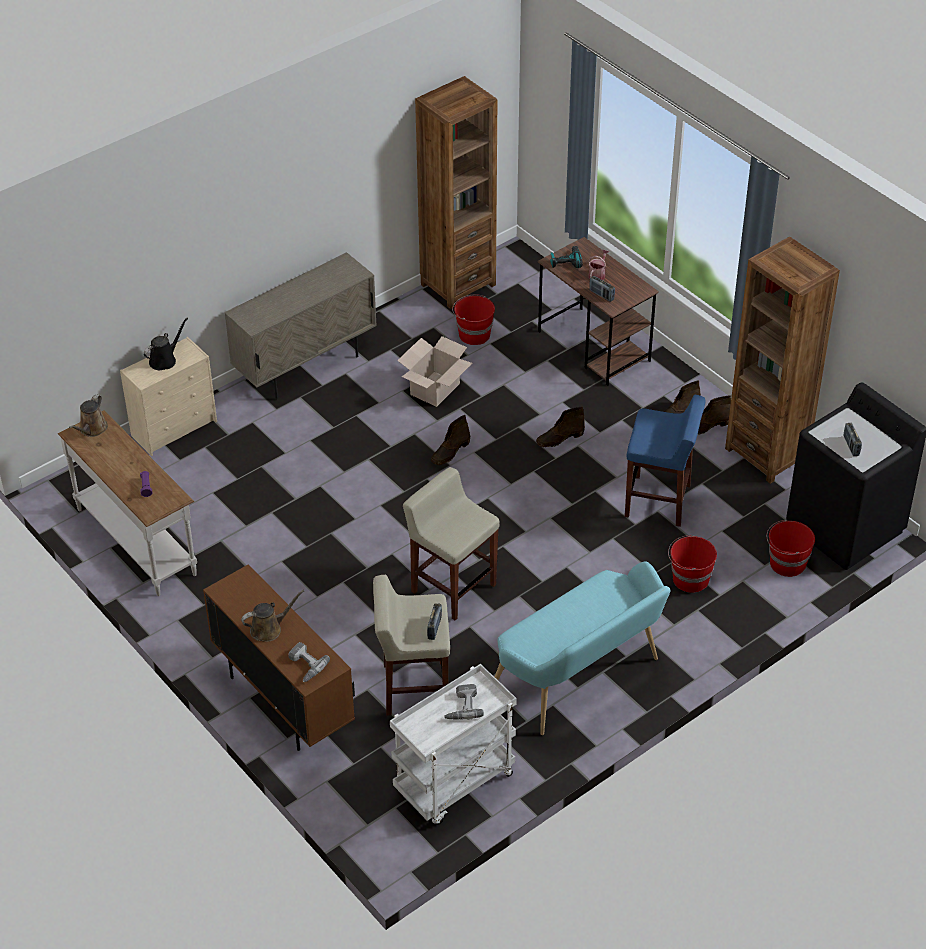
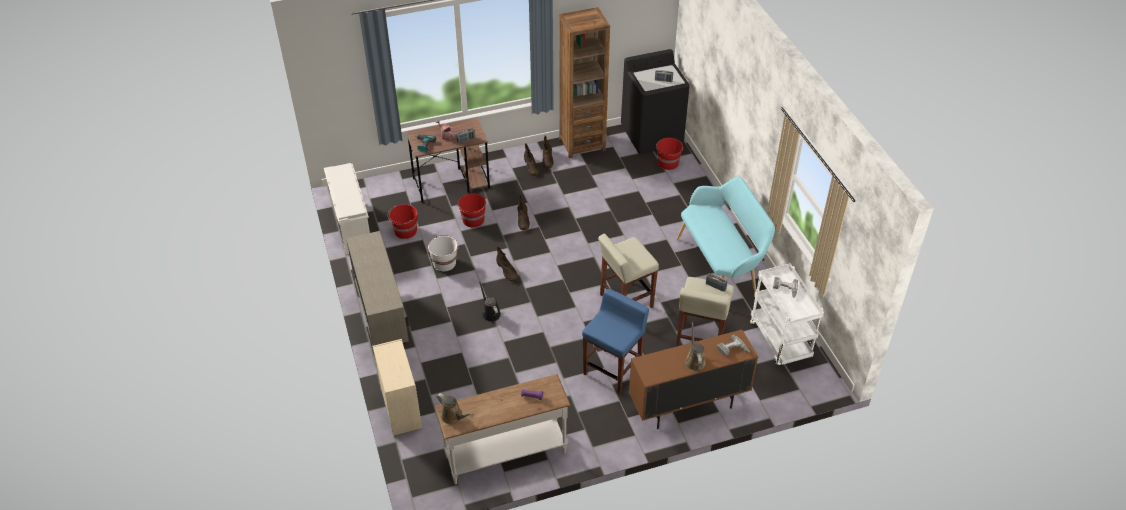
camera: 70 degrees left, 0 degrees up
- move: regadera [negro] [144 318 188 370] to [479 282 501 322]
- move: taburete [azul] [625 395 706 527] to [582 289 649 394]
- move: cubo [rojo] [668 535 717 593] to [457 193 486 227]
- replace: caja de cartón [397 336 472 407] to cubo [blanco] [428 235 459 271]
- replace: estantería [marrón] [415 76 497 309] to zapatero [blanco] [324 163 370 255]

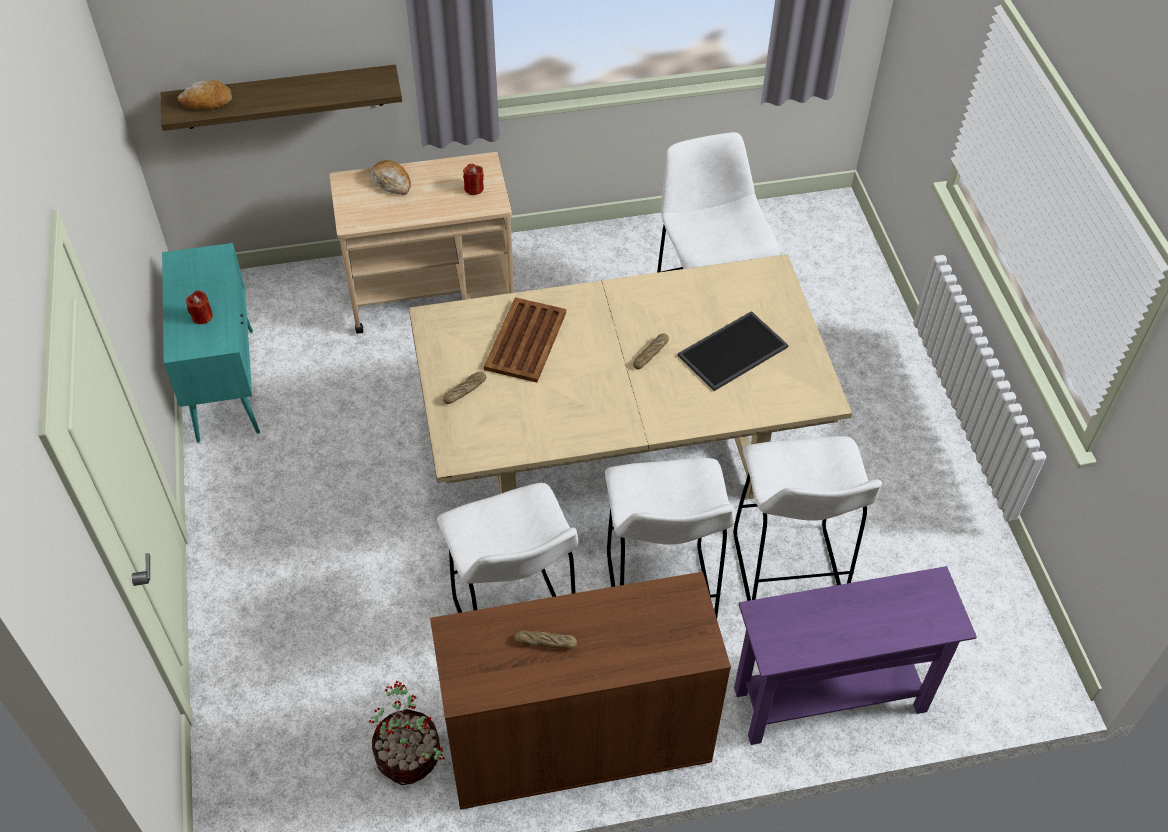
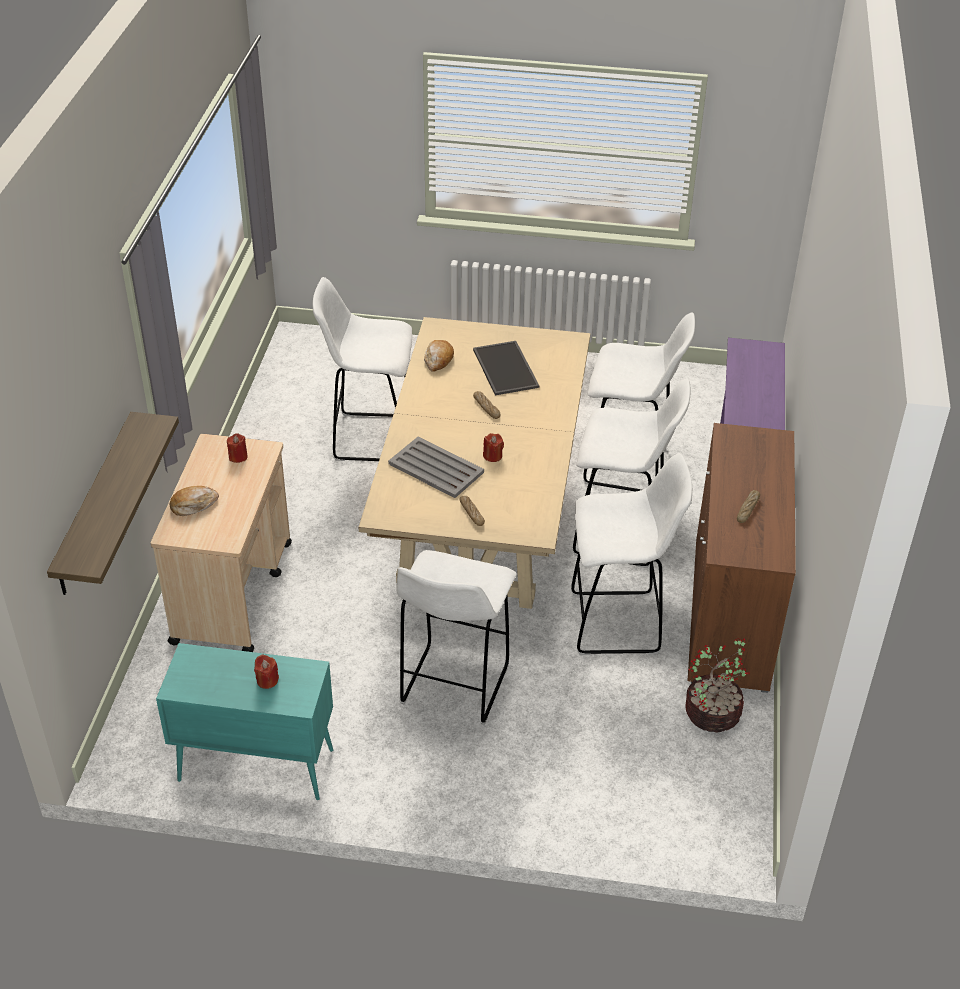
camera: 70 degrees left, 10 degrees down
- insert: taburete [blanco] [396 550 517 725]
- insert: vela [rojo] [483 433 504 462]
- move: pan [178 80 232 110] to [424 340 454 372]
- recolor: bandeja [marrón] [484 297 566 382] to bandeja [gris] [388 436 484 498]

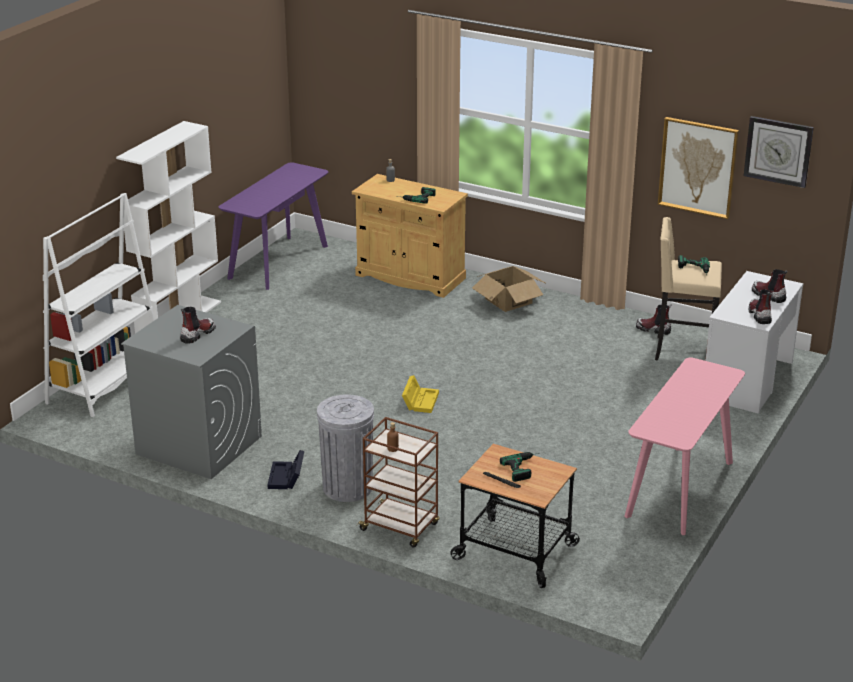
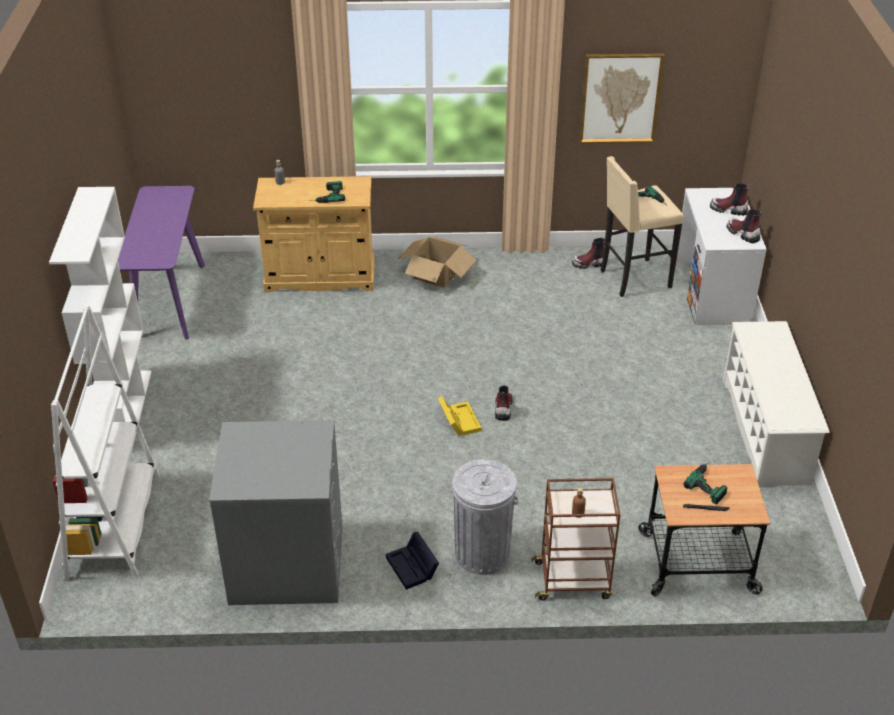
camera: 30 degrees left, 10 degrees up
- delete: reloj de pared [744 116 814 188]
- move: bota [180 307 216 344] to [495 386 513 421]
- replace: mesa consola [rosa] [624 358 745 535] to zapatero [blanco] [723 321 829 486]

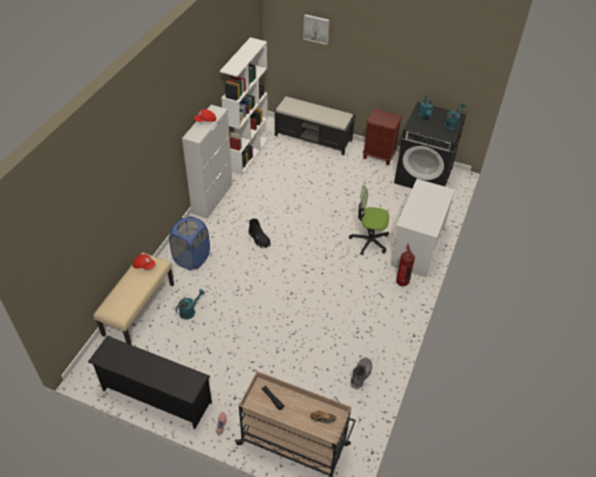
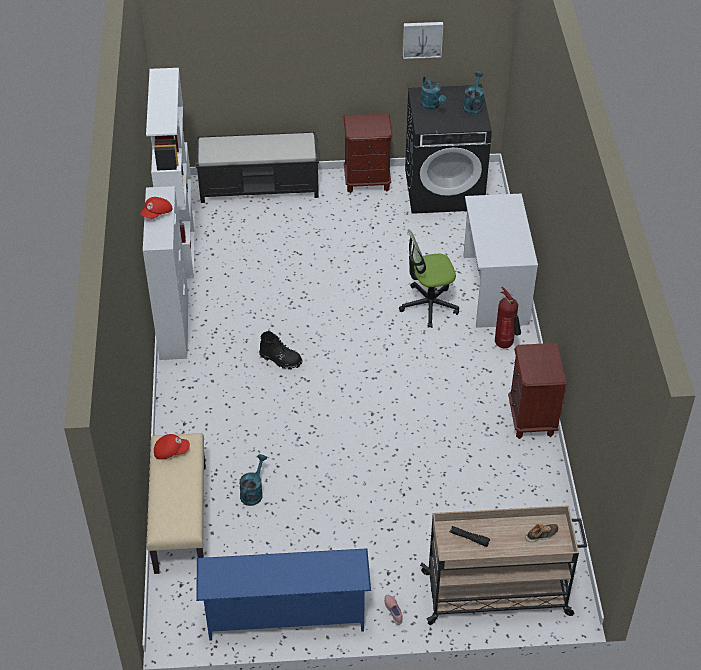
camera: 25 degrees left, 0 degrees up
- delete: cesto de la ropa [azul] [169 216 210 271]
- delete: bota [gris] [350 358 372 389]
- insert: mesita de noche [marrón] [508 343 566 439]
- move: cuadro [303 14 330 45] to [403 22 443 59]
- recolor: zapatero [negro] [88 336 212 429] to zapatero [azul] [196 548 371 641]

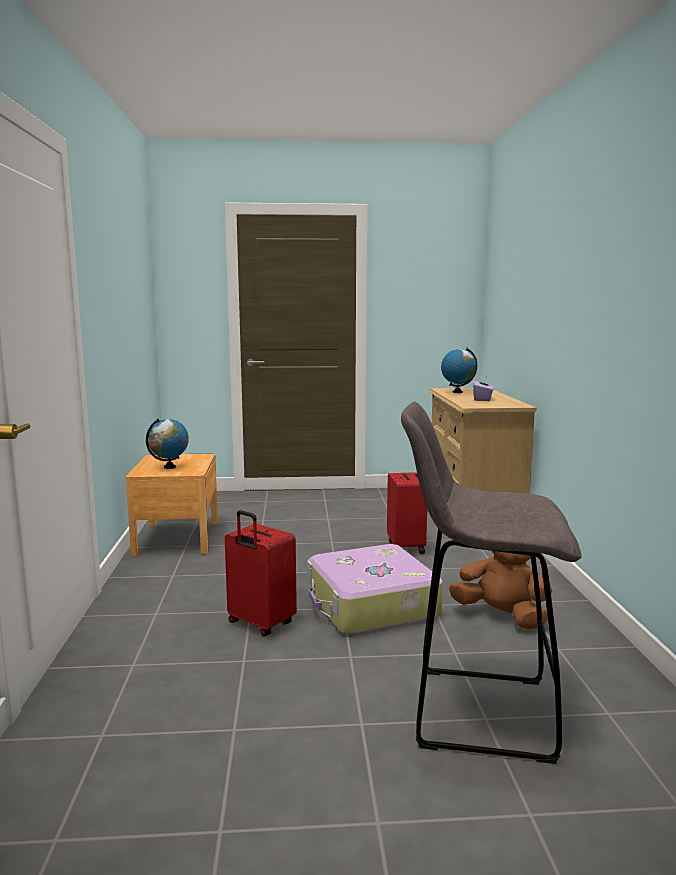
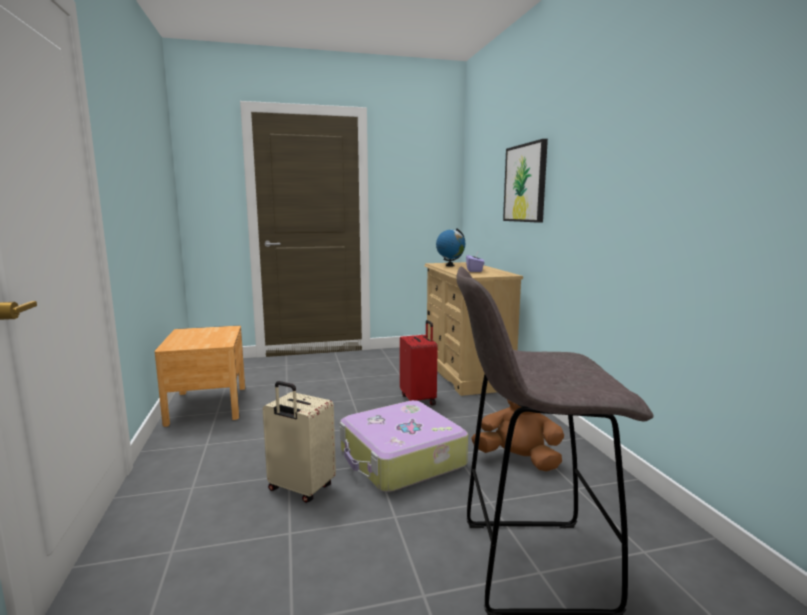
camera: 10 degrees left, 0 degrees up
- delete: globo terráqueo [146 419 189 469]
- insert: cuadro [503 139 548 223]
- recolor: maleta [rojo] [225 510 297 636] to maleta [beis] [263 381 336 503]

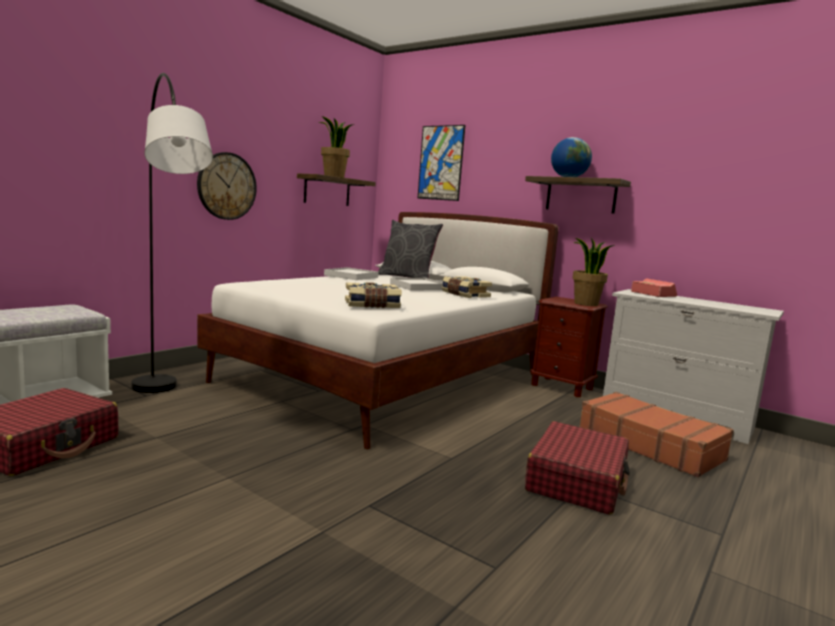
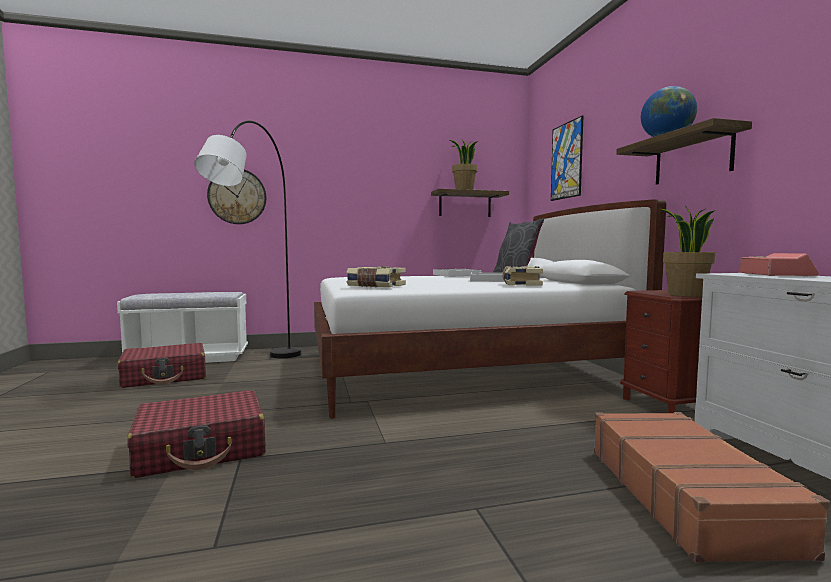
camera: 40 degrees right, 5 degrees down
- move: reloj de pared [197 152 257 220] to [207 170 266 224]
- move: maleta [rojo] [525 421 630 515] to [127 390 266 478]

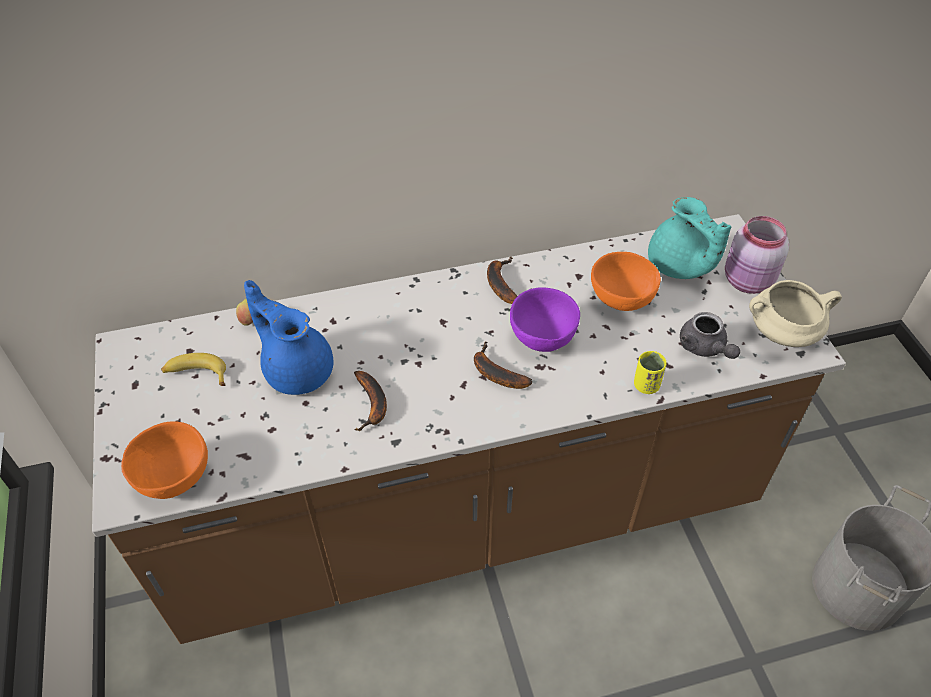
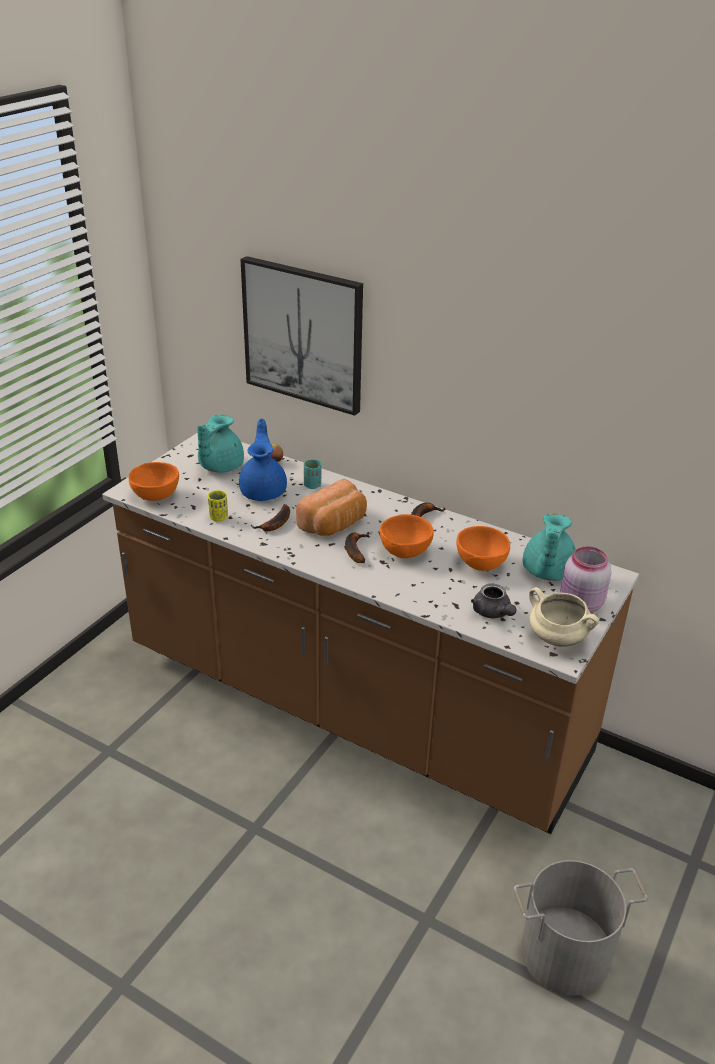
camera: 45 degrees right, 15 degrees down
- insert: cuadro [240 256 363 416]
- insert: pan [296 479 367 536]
- insert: taza [turquesa] [304 459 322 489]
- move: taza [amarillo] [634 351 667 394] to [208 490 228 521]
- replace: plátano [161 353 226 386] to tetera [turquesa] [197 414 244 473]
- recolor: cuenco [morado] [510 287 580 352] to cuenco [naranja] [380 514 434 558]
- rotate: tetera [gris] [680 312 740 359] = [471 584 517 618] 45 degrees counterclockwise

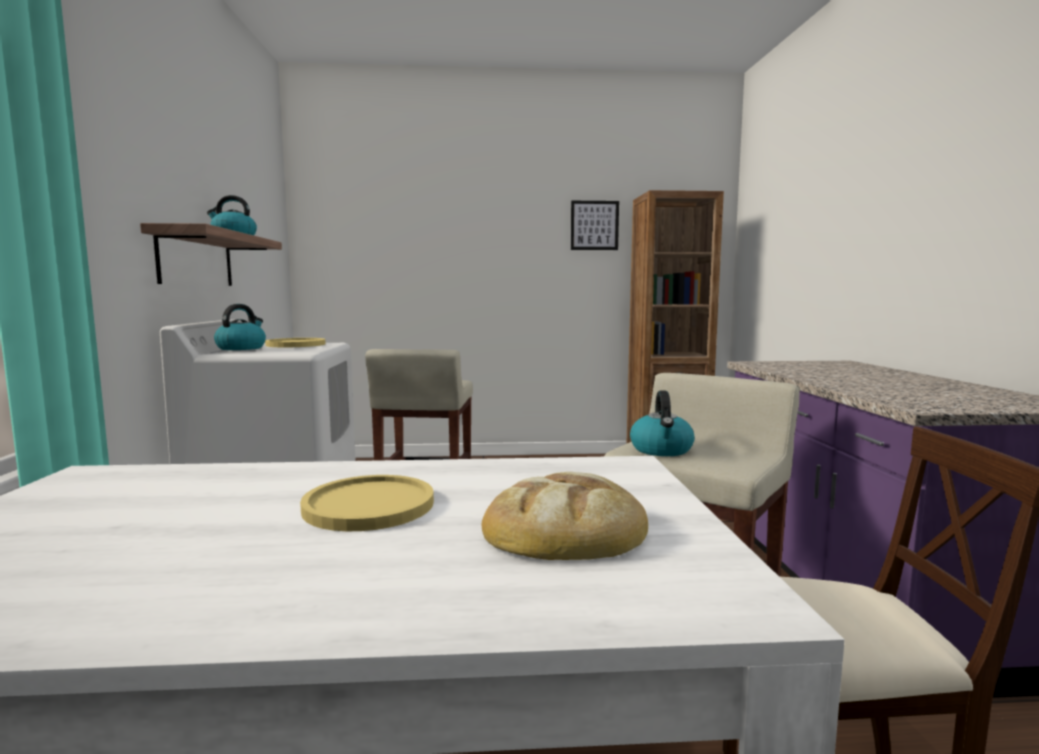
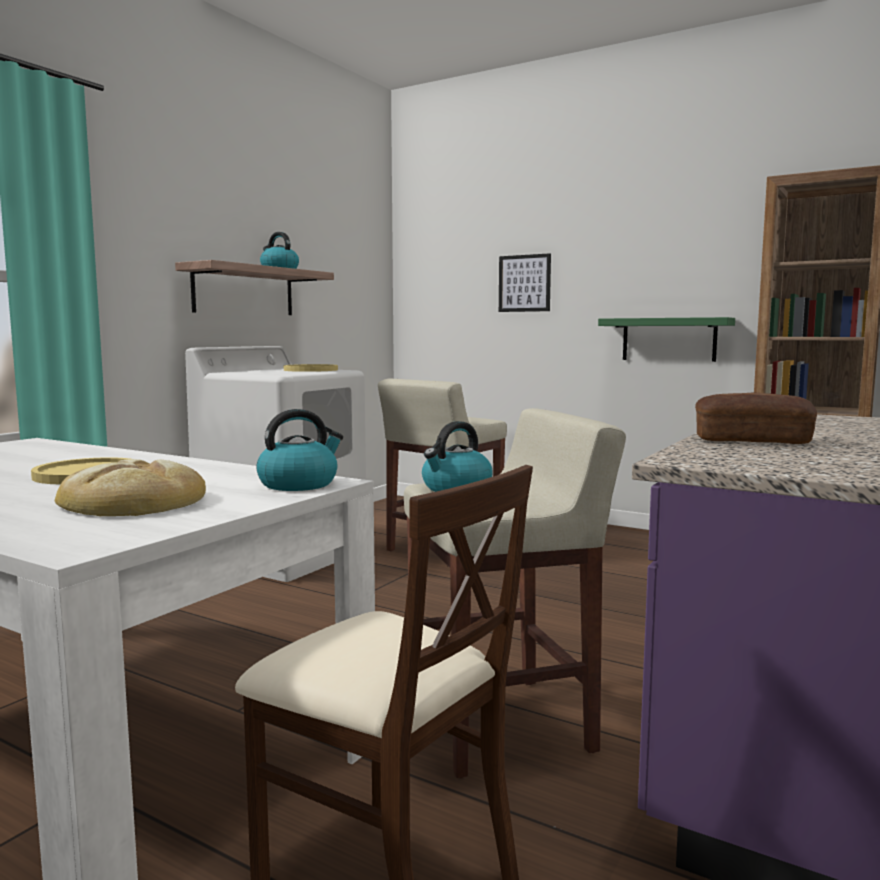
camera: 35 degrees right, 0 degrees up
- insert: estante [verde] [598 317 735 362]
- insert: pan [695 392 817 444]
- move: hervidor [214 304 266 350] to [257 409 343 491]
- move: cuadro [571 201 619 250] to [499 253 551 312]

